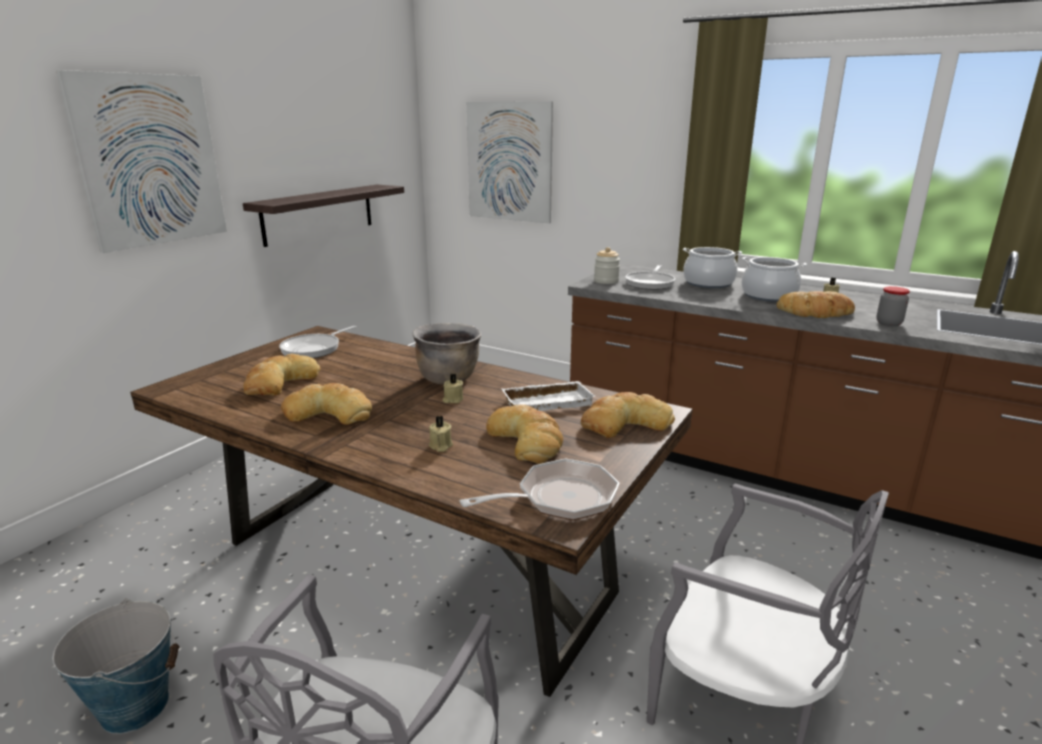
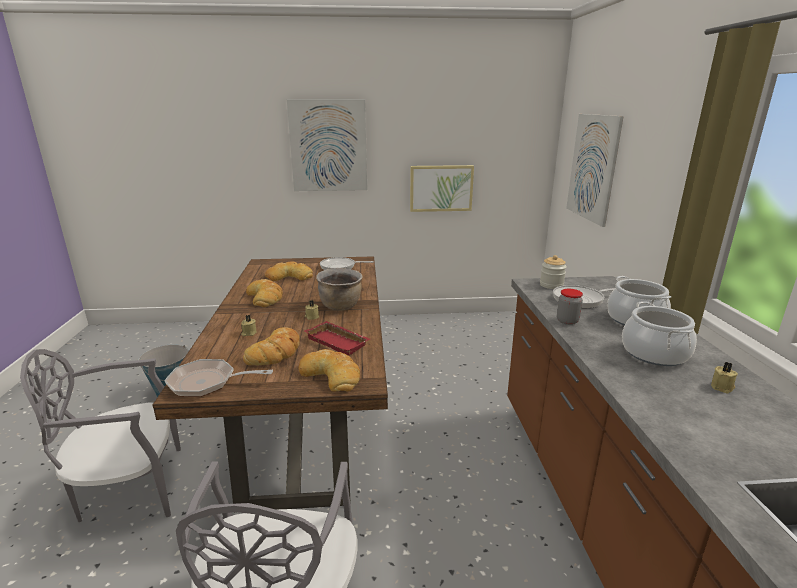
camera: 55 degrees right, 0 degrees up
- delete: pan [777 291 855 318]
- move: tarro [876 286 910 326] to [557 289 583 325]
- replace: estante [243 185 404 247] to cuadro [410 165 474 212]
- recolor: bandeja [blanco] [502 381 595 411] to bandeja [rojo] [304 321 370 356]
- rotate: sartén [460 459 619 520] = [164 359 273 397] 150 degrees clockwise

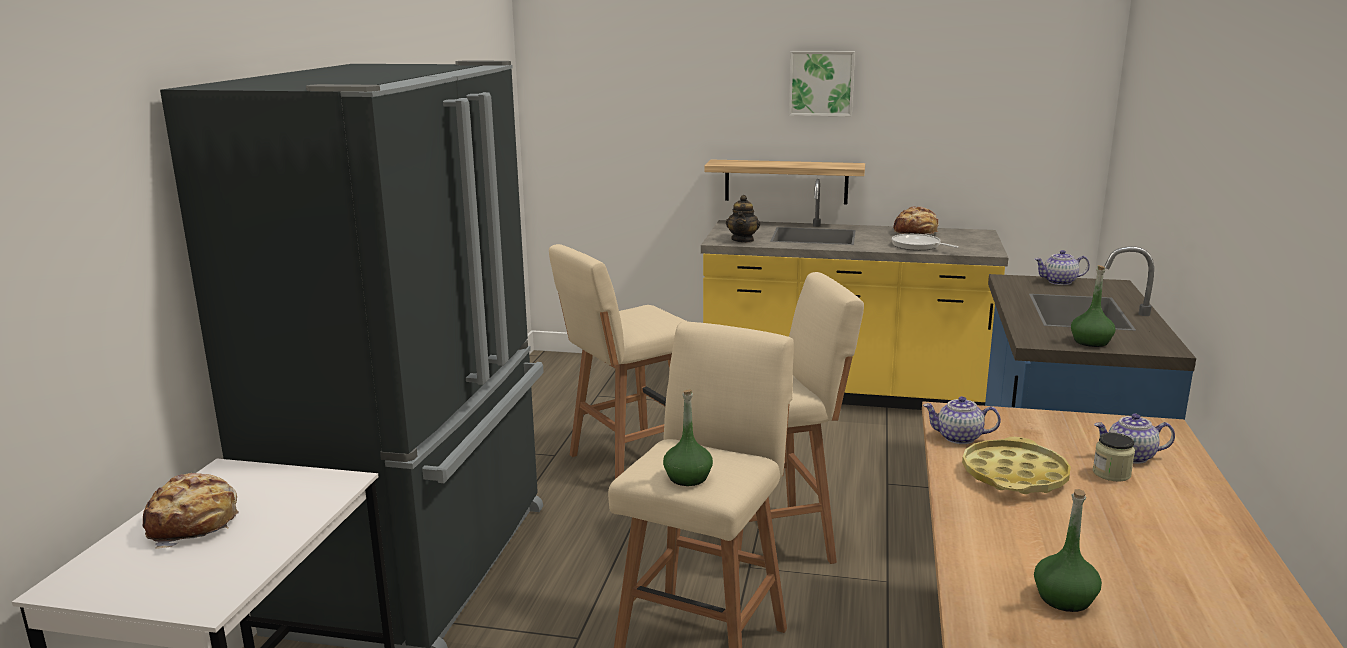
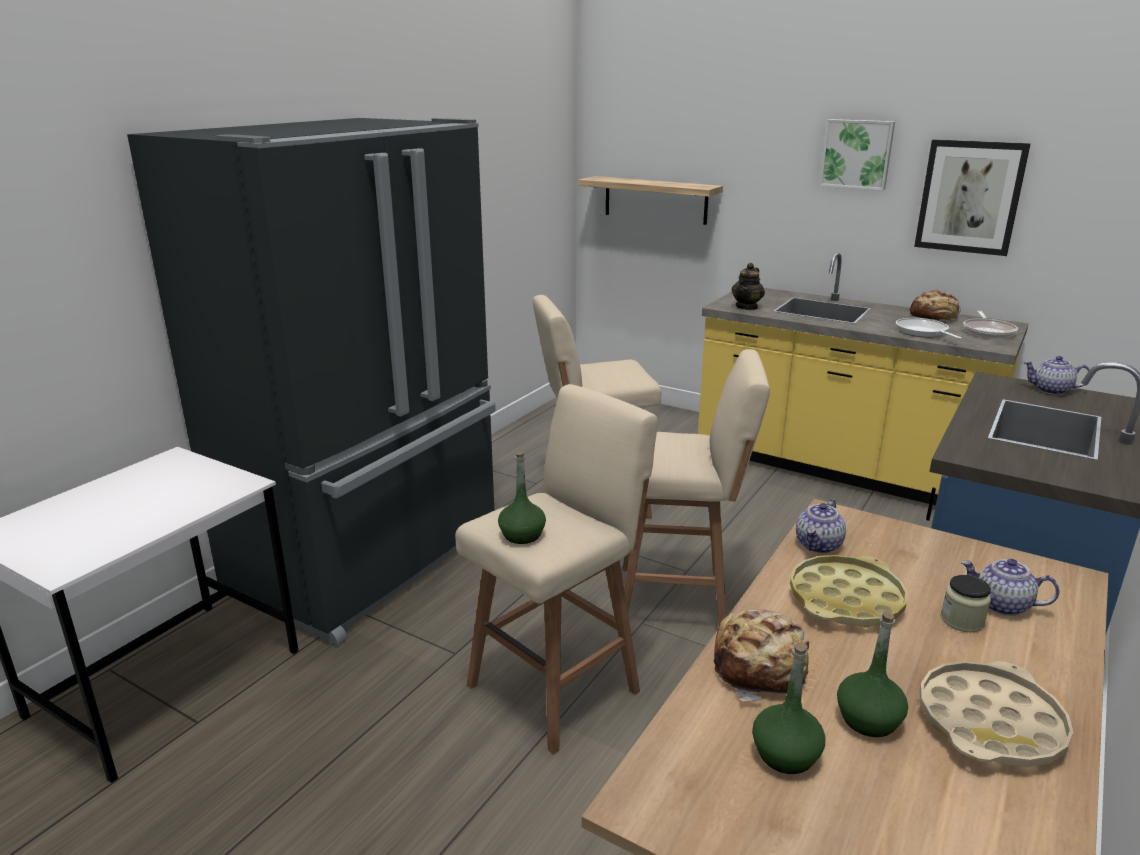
camera: 20 degrees right, 5 degrees up
- insert: cuadro [914 139 1031 256]
- insert: bandeja [beis] [920 661 1073 767]
- insert: sartén [963 311 1018 338]
- move: pan [143 473 239 549] to [713 609 809 701]
- move: estante [704 160 865 204] to [578 176 723 225]
- move: botella [verde] [1071 265 1115 347] to [837 611 908 737]
- rotate: tetera [923 396 1001 444] = [796 499 846 553] 90 degrees counterclockwise

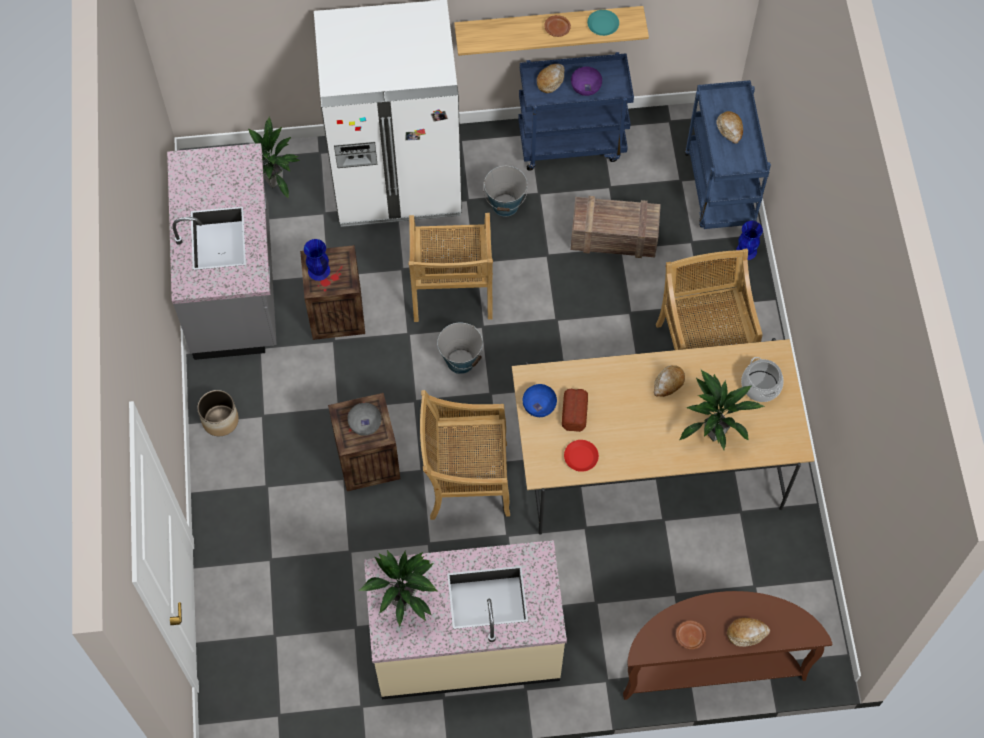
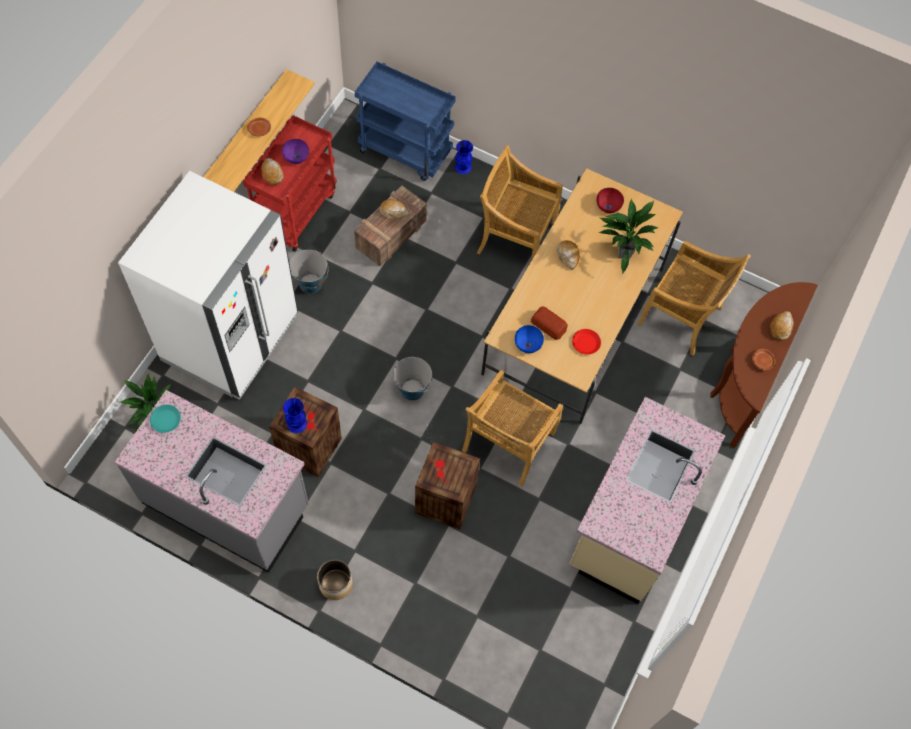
camera: 60 degrees left, 0 degrees up
- delete: cuenco [gris] [347 403 382 436]
- delete: planta en maceta [358 550 439 627]
- move: silla [beis] [408 213 493 322] to [637 241 750 356]
- move: plato [turquesa] [587 10 619 36] to [150 405 181 433]
- move: pan [716 111 743 144] to [379 199 409 219]
- replace: olla [741 357 784 402] to cuenco [rojo] [596 188 624 213]
- recolor: carrito [azul] [518 52 634 171] to carrito [rojo] [243 115 337 252]

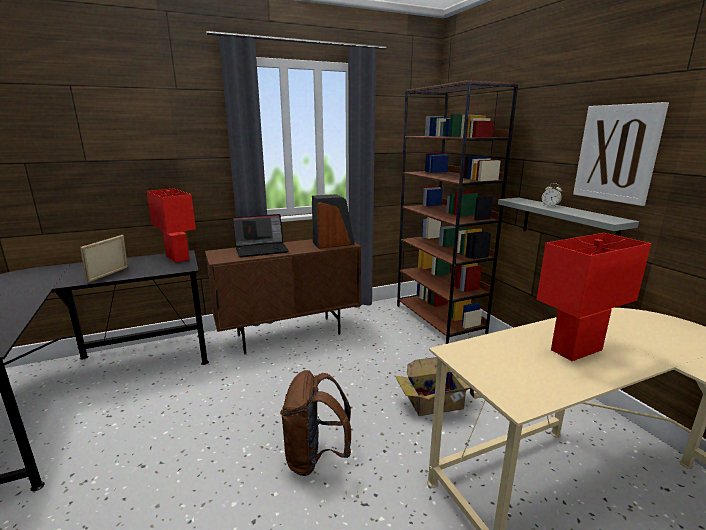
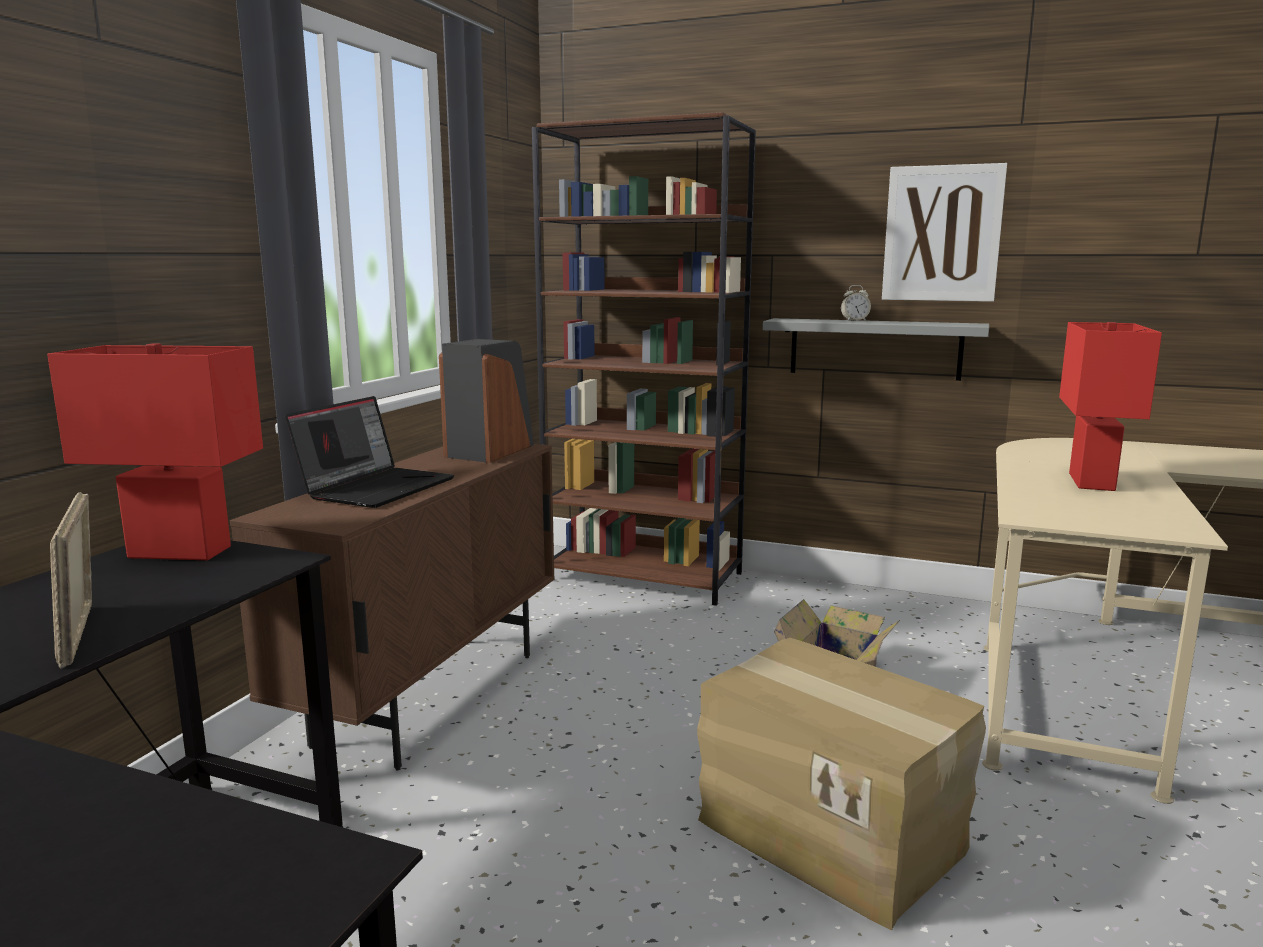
camera: 45 degrees left, 5 degrees down
- replace: mochila [marrón] [280 370 351 476] to caja de cartón [697 638 986 930]

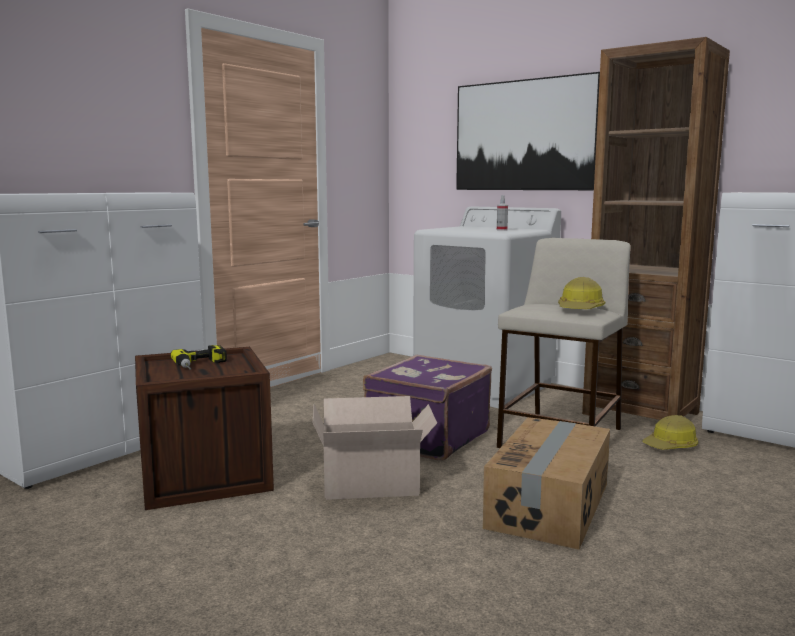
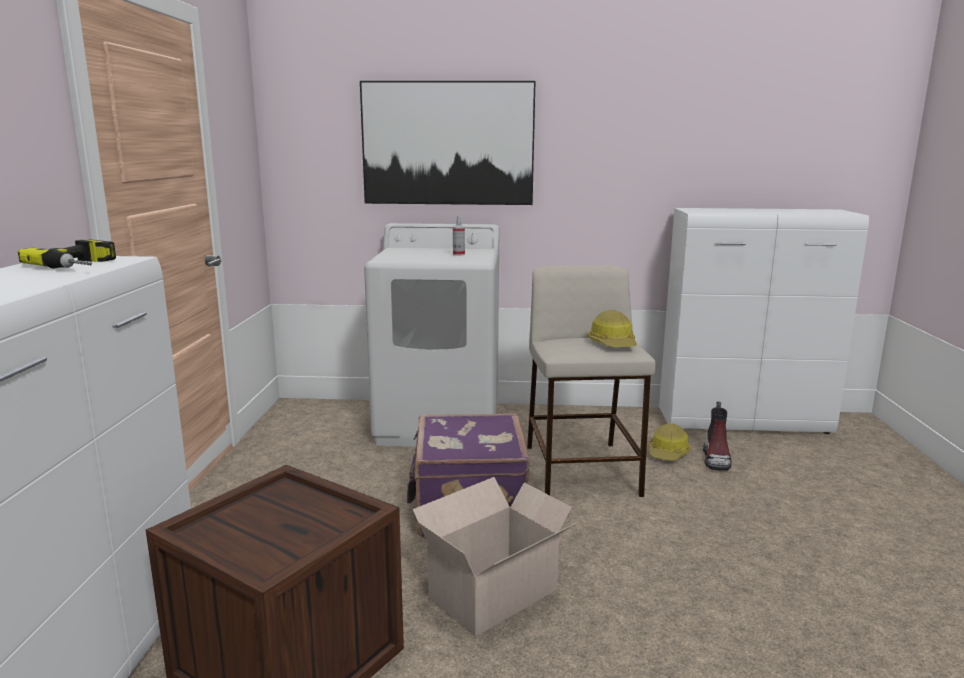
camera: 35 degrees left, 5 degrees up
- delete: caja de cartón [483 417 610 550]
- delete: estantería [marrón] [582 37 730 420]
- insert: bota [703 401 732 471]
- move: taladro [171 345 227 370] to [18 239 116 268]

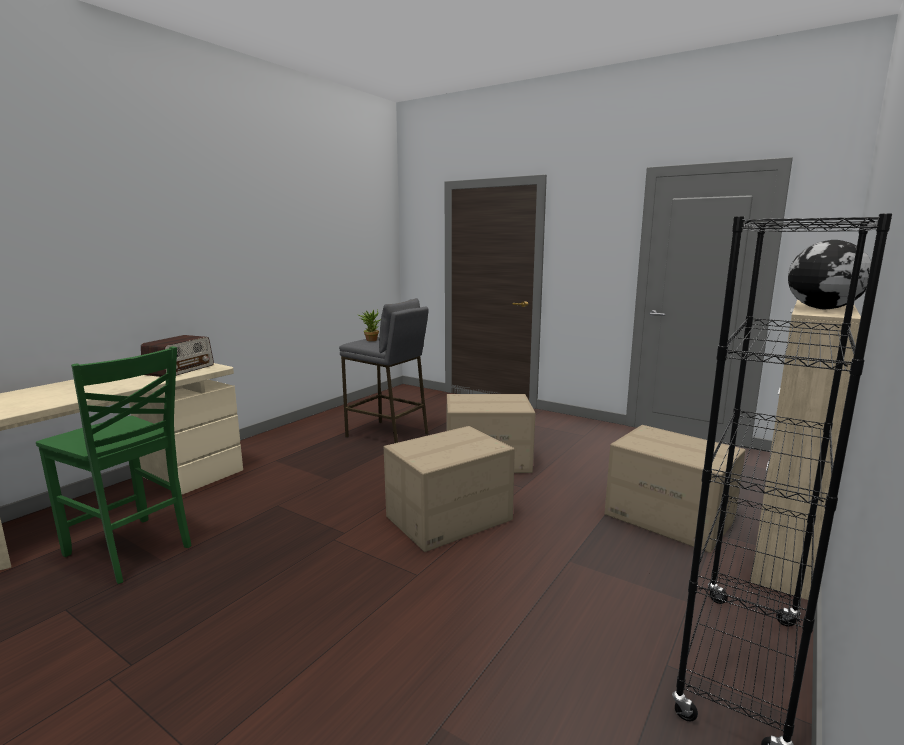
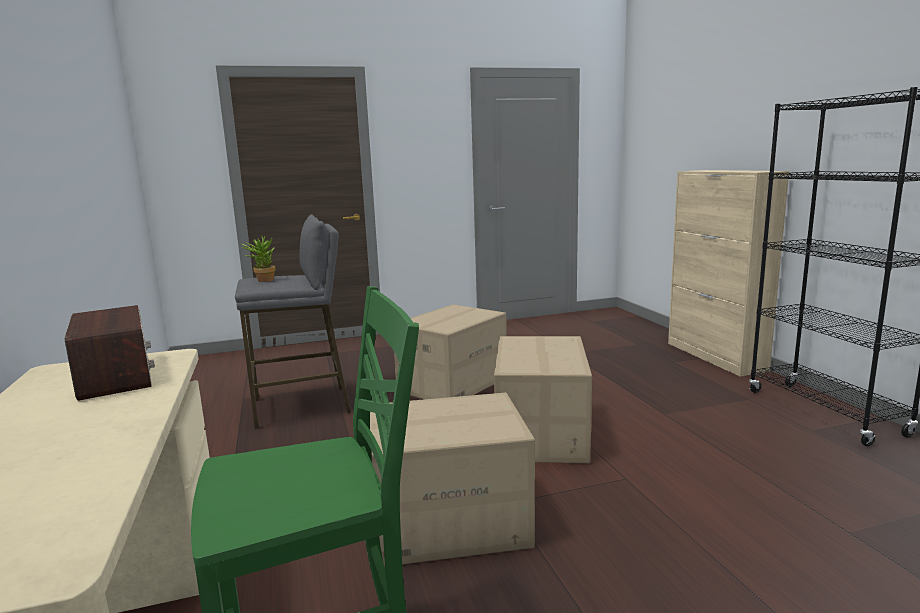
camera: 50 degrees left, 0 degrees up
- delete: globo terráqueo [788 240 871 309]
- move: caja de cartón [605 425 746 553] to [370 392 535 566]

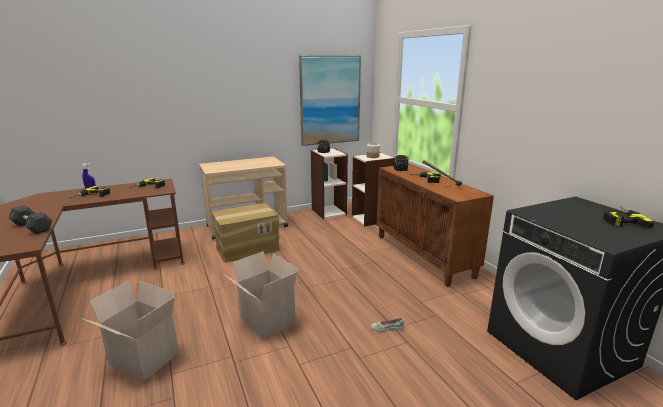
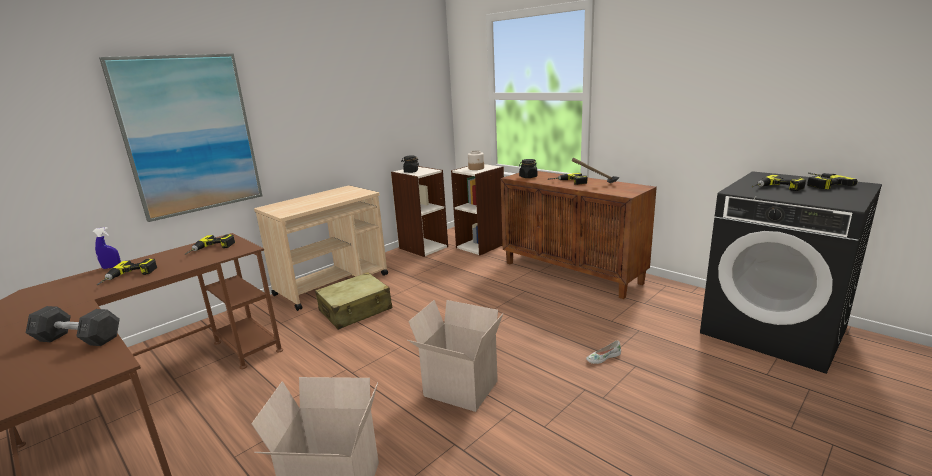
camera: 20 degrees left, 0 degrees up
- insert: taladro [751 175 806 191]
- move: cuadro [299 55 361 146] to [99 54 262 222]
- replace: caja de cartón [212 203 280 263] to maleta [beis] [315 272 392 330]

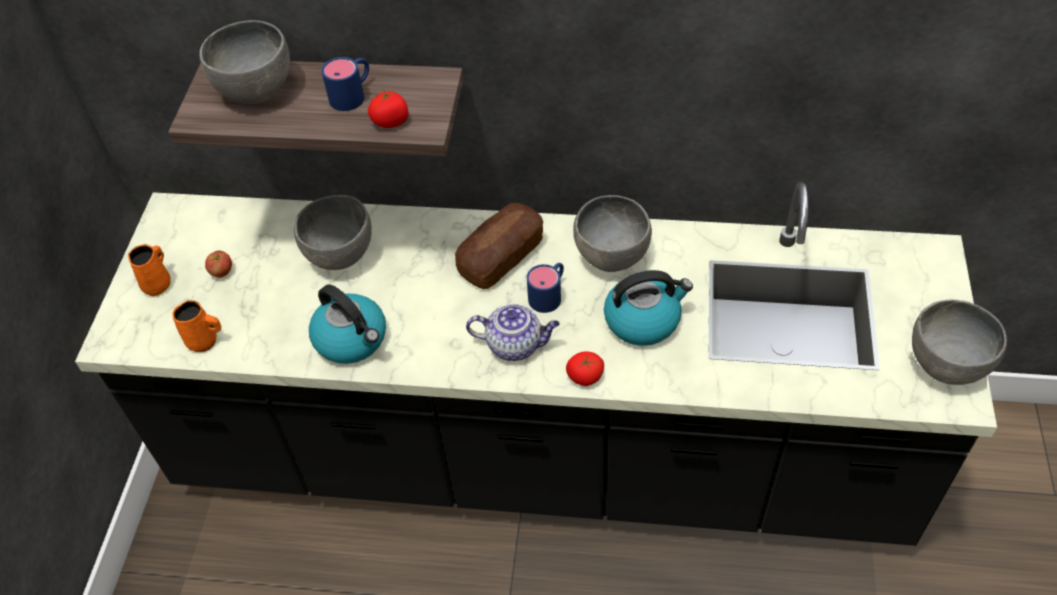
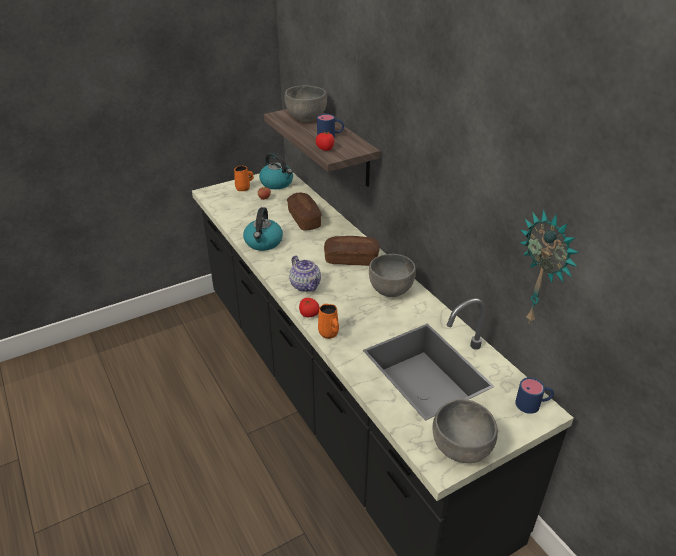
camera: 50 degrees right, 15 degrees down
- insert: reloj de pared [520 209 579 323]
- move: taza grande [naranja] [172 300 221 352] to [318 304 339 339]
- move: taza grande [azul] [527 263 564 313] to [515 377 554 414]
- move: hervidor [604 270 693 346] to [259 152 293 189]
- replace: cuenco [gris] [294 195 372 270] to pan [287 192 322 231]

